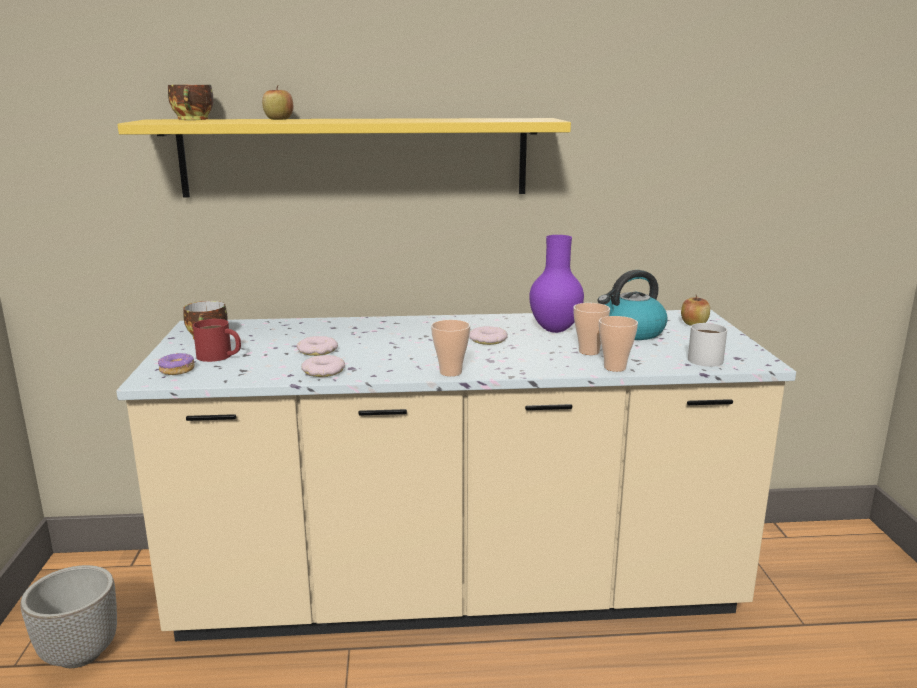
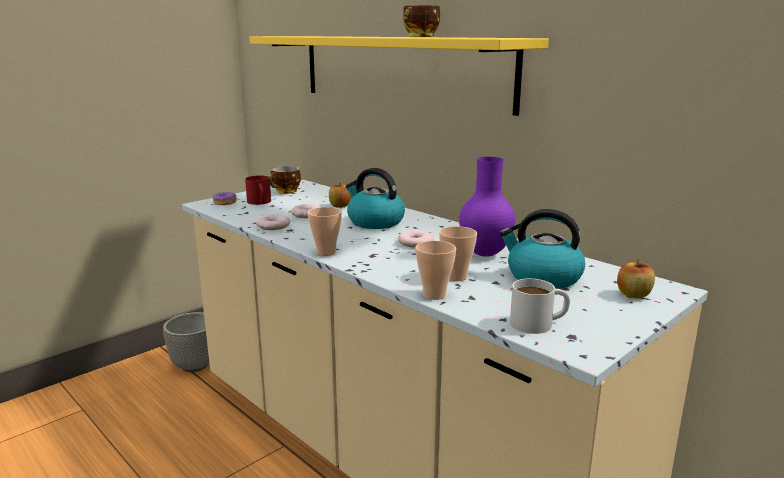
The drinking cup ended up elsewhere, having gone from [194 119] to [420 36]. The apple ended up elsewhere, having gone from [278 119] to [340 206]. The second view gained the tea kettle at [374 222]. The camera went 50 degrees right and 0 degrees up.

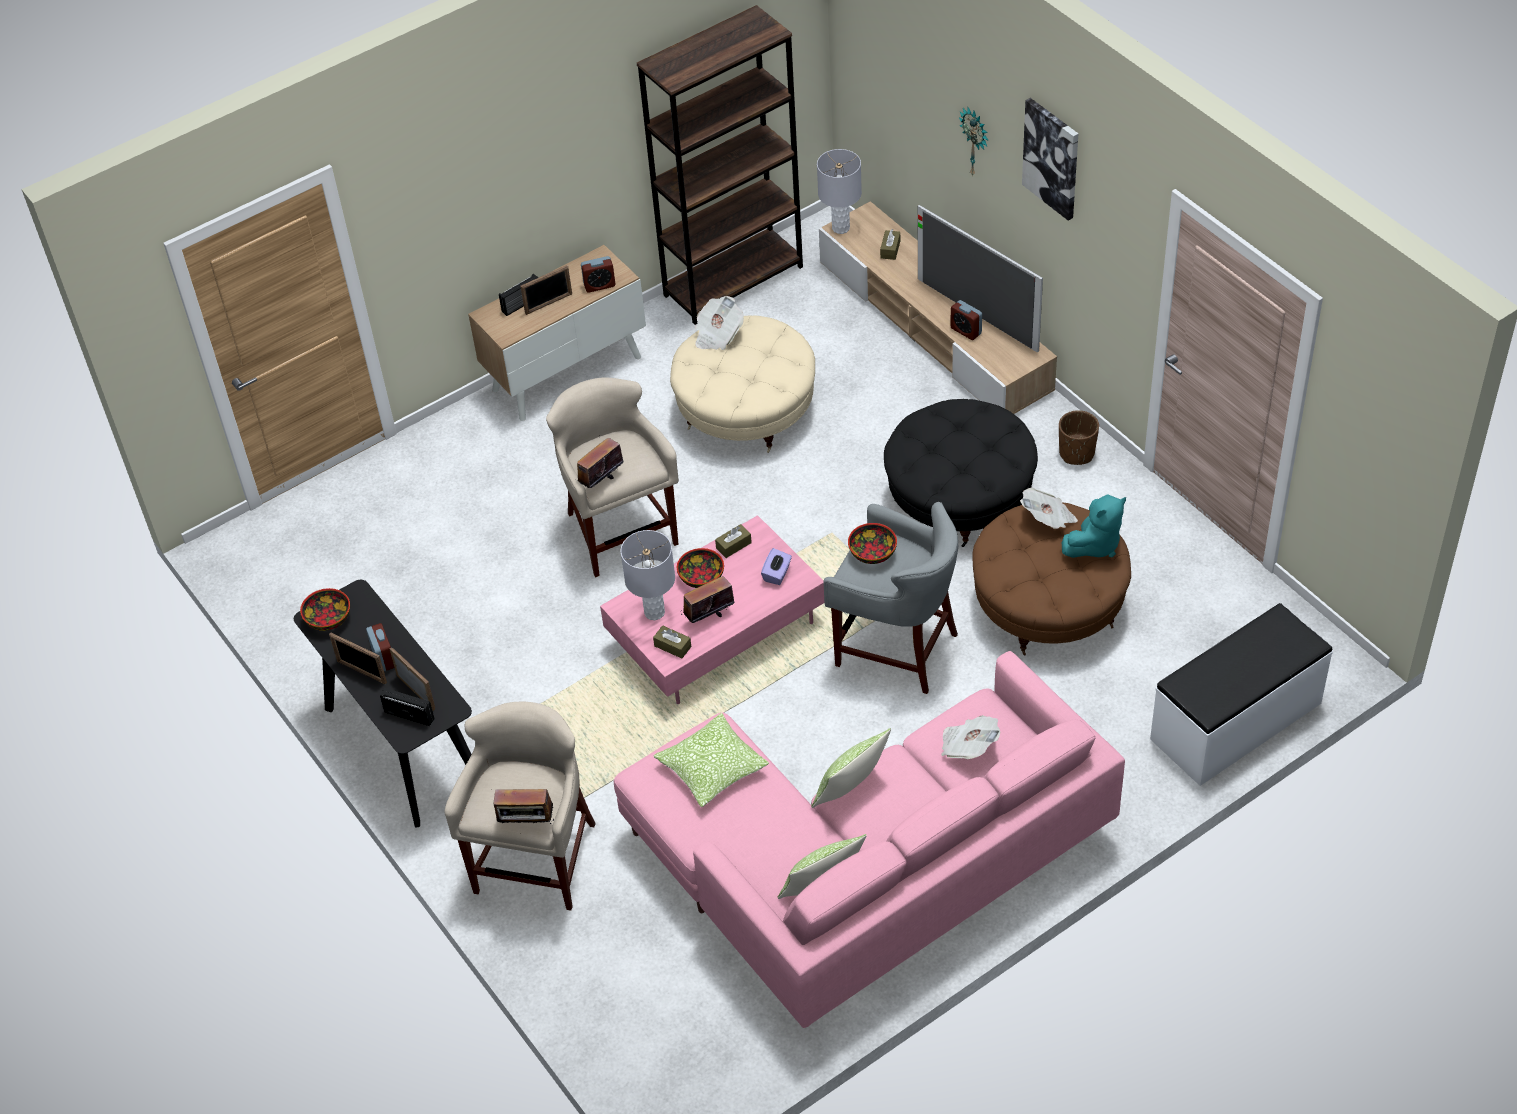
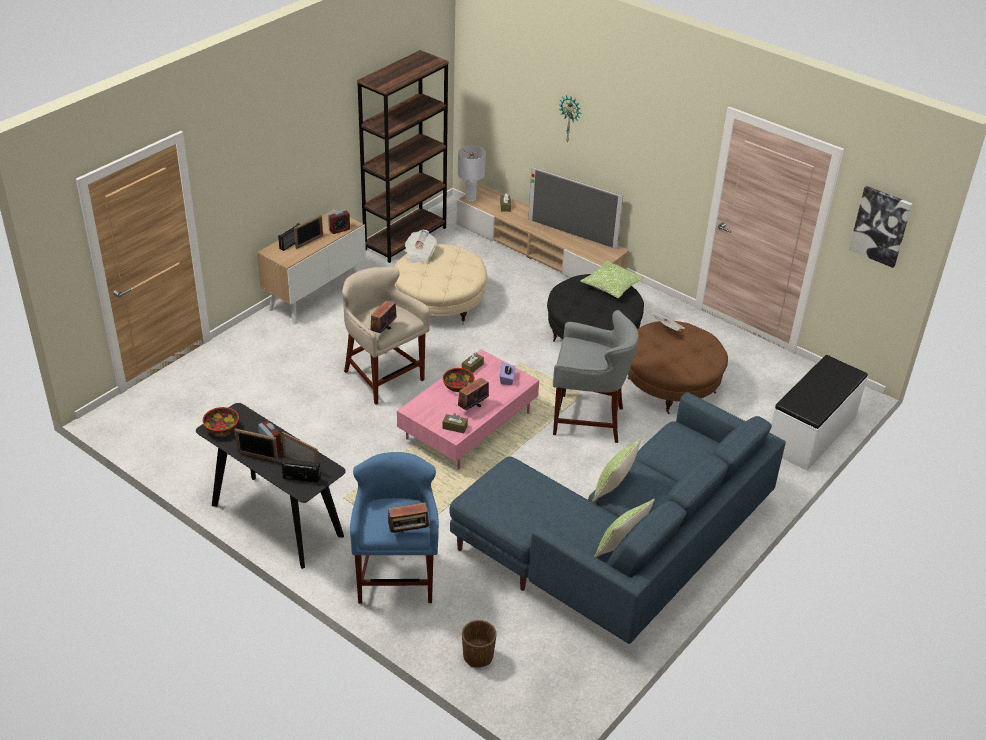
What was the sand-coloured stool at [537 861] turned into the bluish stool at [396 576]. What was the pink sofa at [865 872] turned into the bluish sofa at [621 549]. The second view lost the greyish tabletop lamp at [654 612]. The cushion ended up elsewhere, having gone from [712 768] to [611 286]. The second view lost the bowl at [873 552]. The second view lost the daily paper at [968 746]. The second view lost the bedside clock at [966 331]. The wall picture ended up elsewhere, having gone from [1052 158] to [880 226]. The brown-coloured flower pot ended up elsewhere, having gone from [1076 453] to [478 656]. The second view lost the turquoise-coloured plush toy at [1095 544]. The camera went 20 degrees left and 10 degrees down.

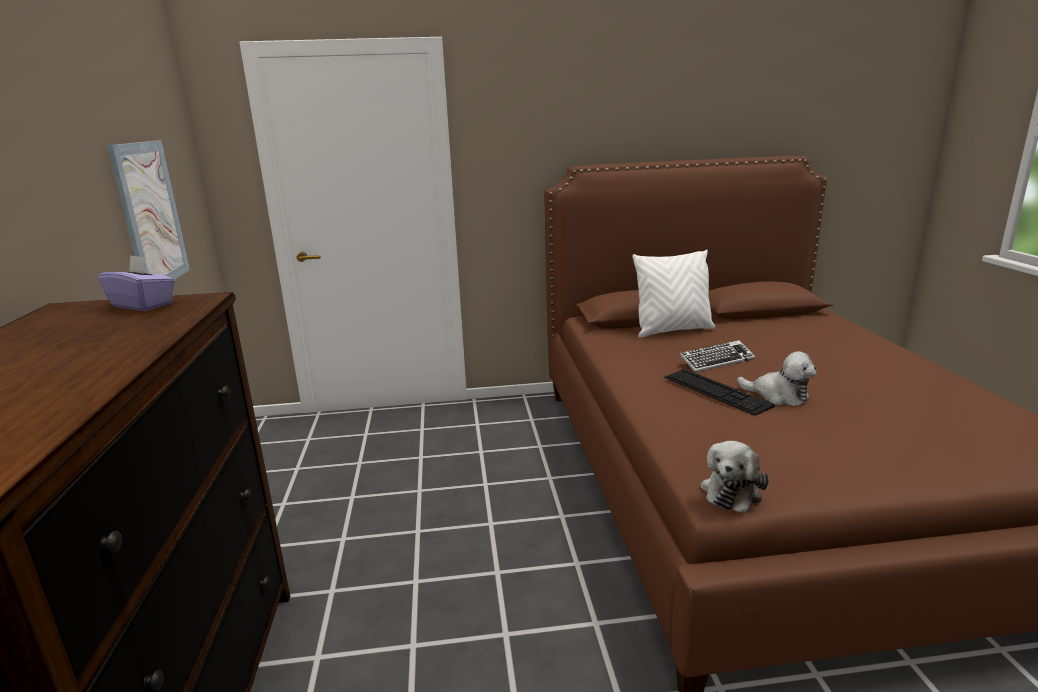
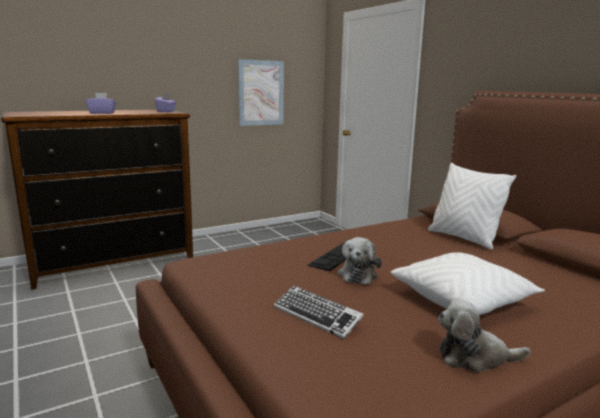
The PC keyboard ended up elsewhere, having gone from [716 361] to [317 316]. The plush toy ended up elsewhere, having gone from [732 491] to [474 357]. The second view gained the purple tissue box at [102 113]. The second view gained the white-coloured cushion at [462 299]. The camera went 65 degrees right and 5 degrees down.

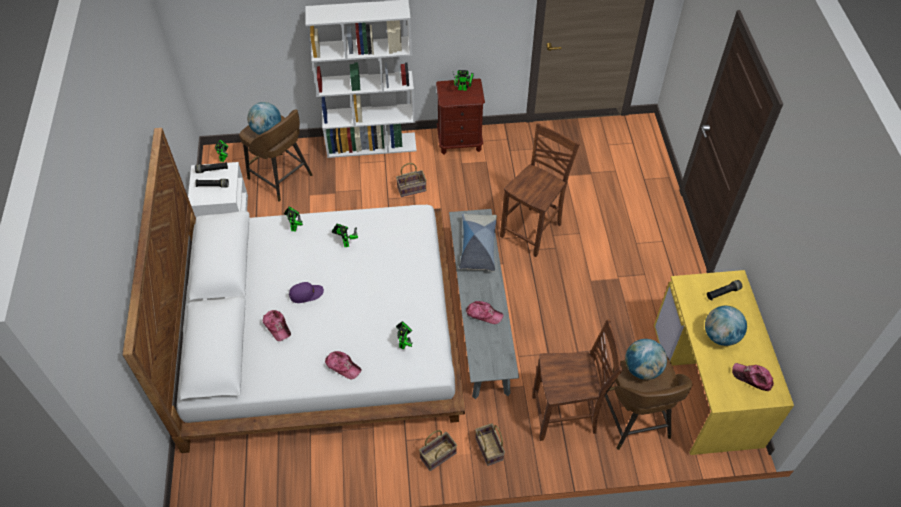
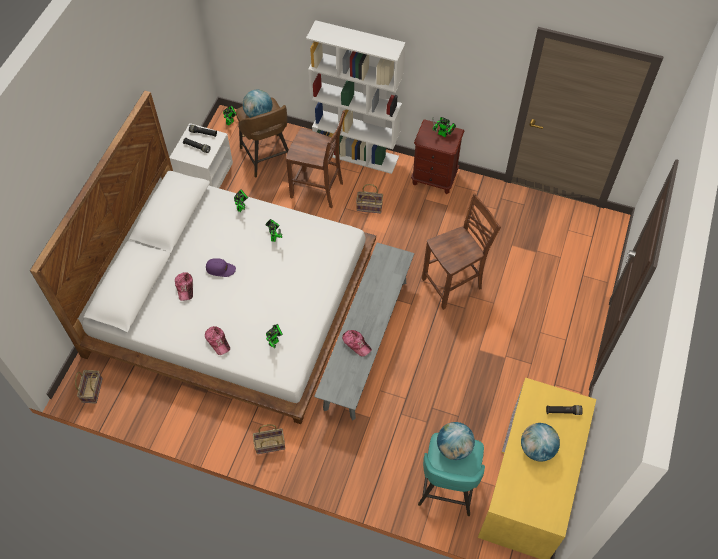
The second view lost the cushion at [477 246]. The household basket ended up elsewhere, having gone from [488 448] to [92 389]. The brown-coloured upright chair ended up elsewhere, having gone from [566 416] to [318 190]. What was the brown-coloured stool at [635 420] turned into the turquoise-coloured stool at [447 488]. The second view lost the peaked cap at [752 378]. The camera went 25 degrees right and 5 degrees up.

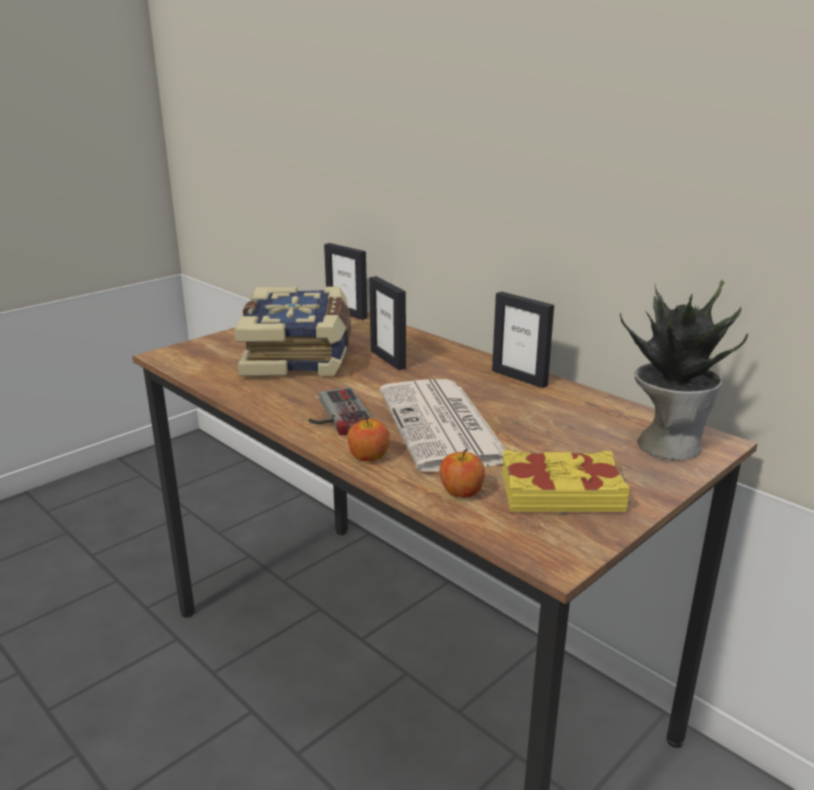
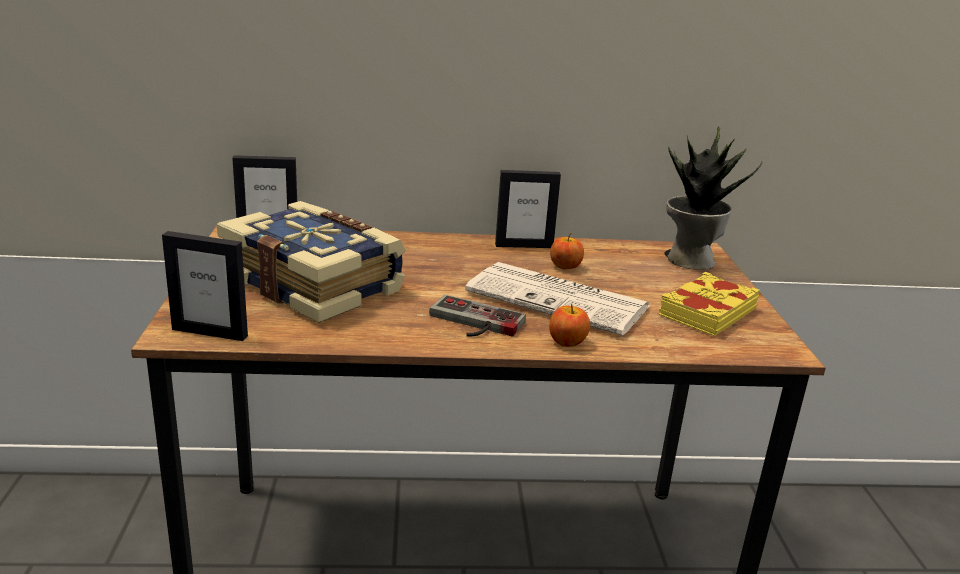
The standing frame ended up elsewhere, having gone from [388 359] to [210 332]. The apple ended up elsewhere, having gone from [461 492] to [565 267]. The camera went 50 degrees left and 0 degrees up.

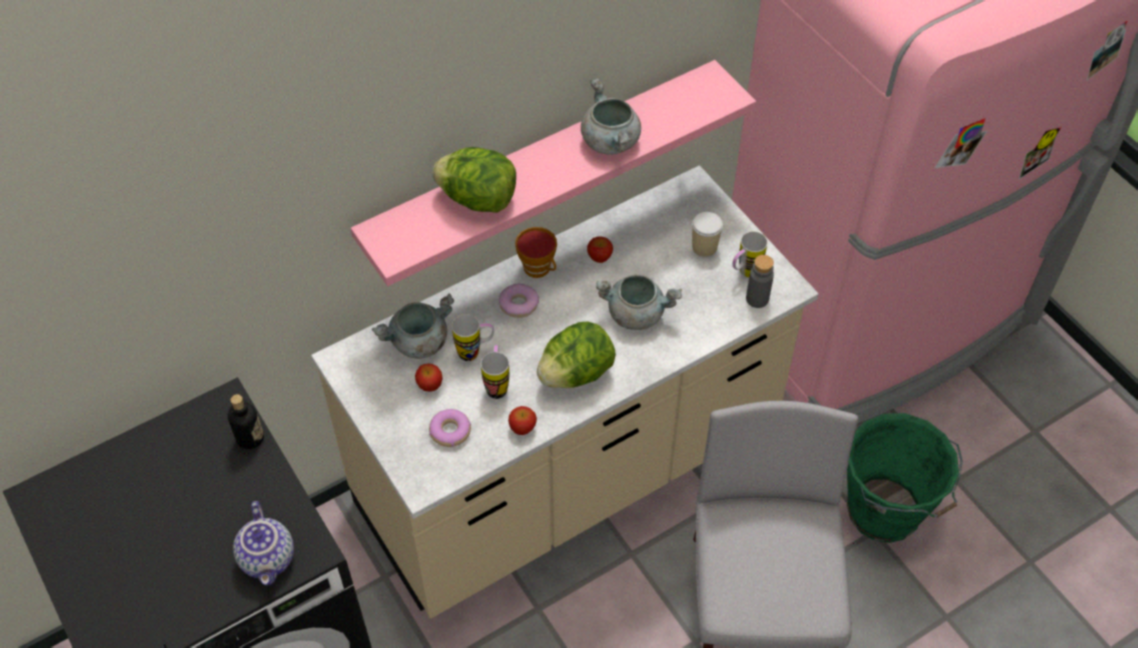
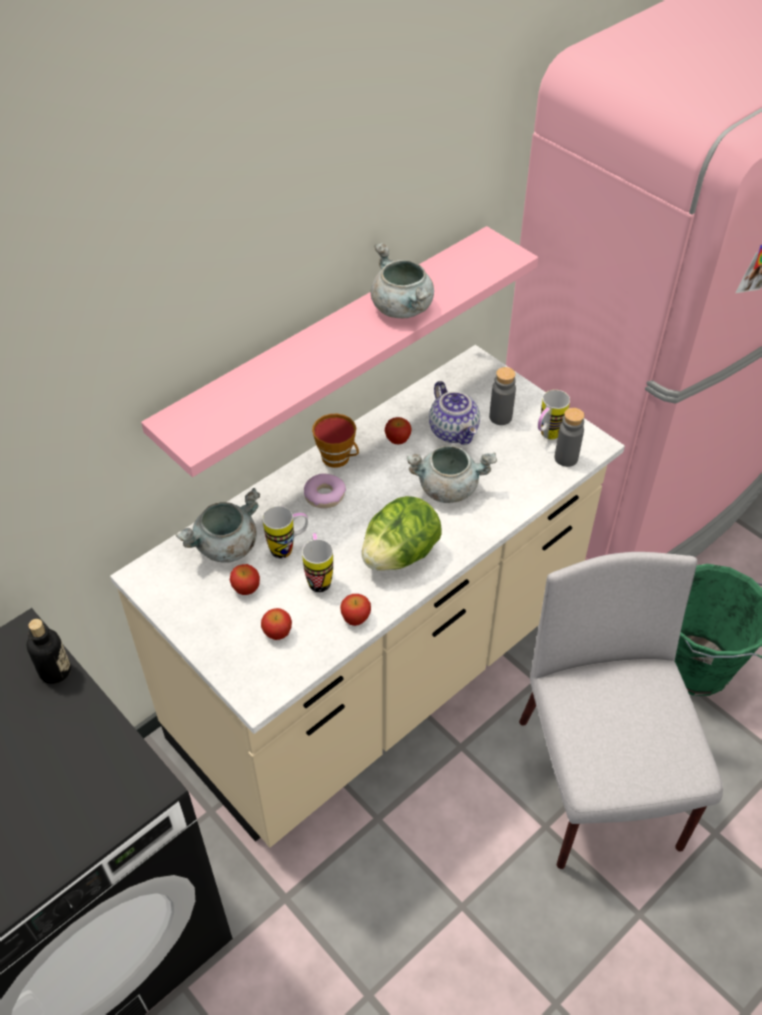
The teapot ended up elsewhere, having gone from [269 559] to [455 431]. Where the ring doughnut stood at [450 431], the apple came to stand at [277 633]. The second view lost the lettuce at [478 199]. Where the drinking cup stood at [704 247], the greyish drink bottle came to stand at [500 417]. The camera went 10 degrees left and 5 degrees down.

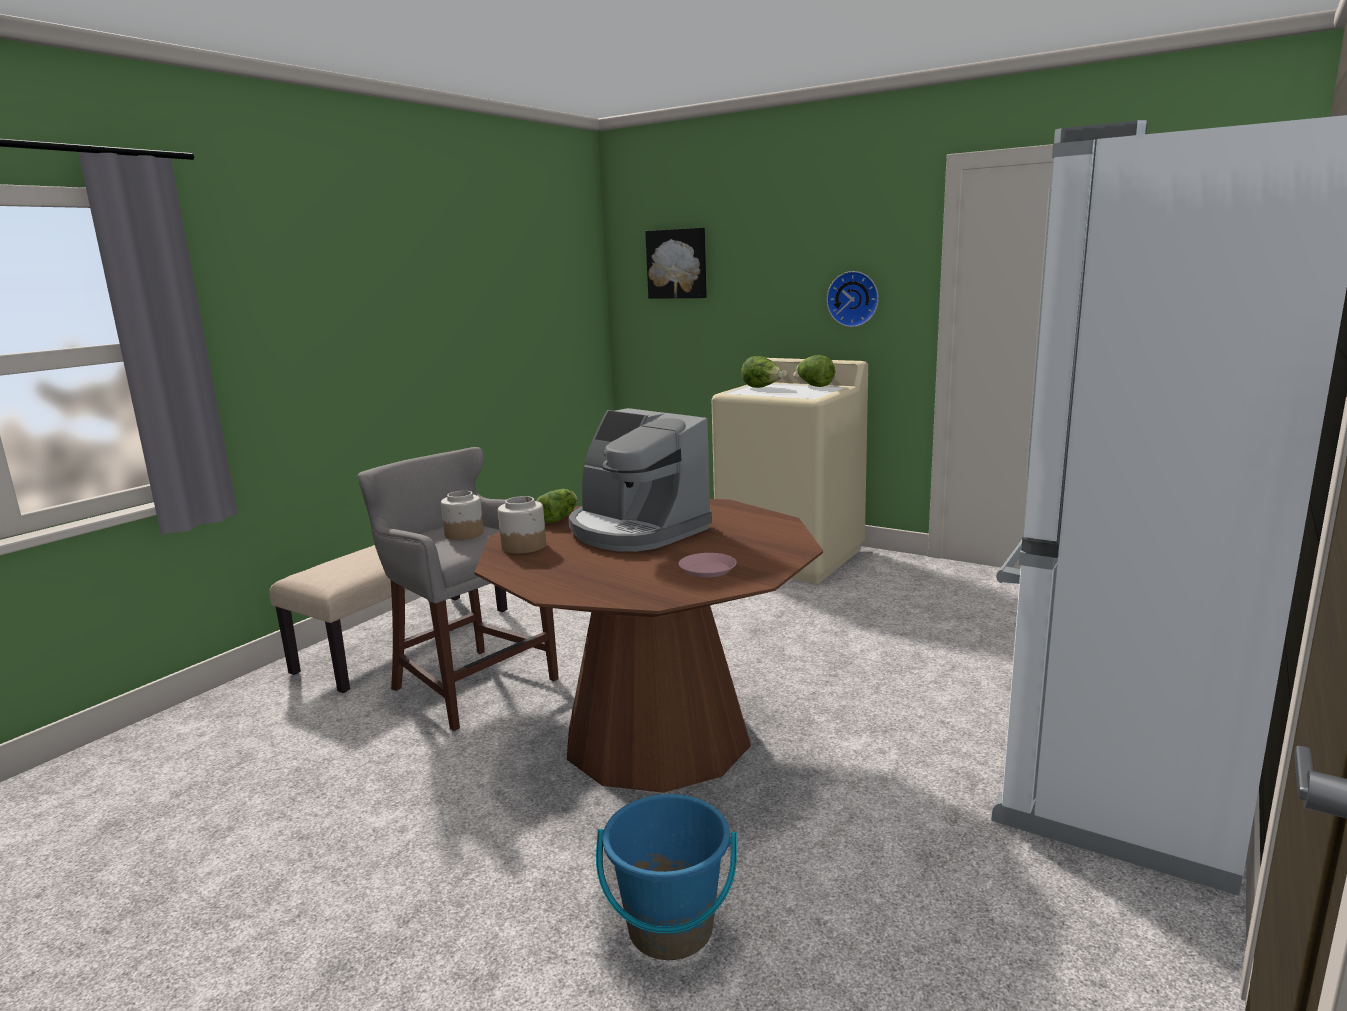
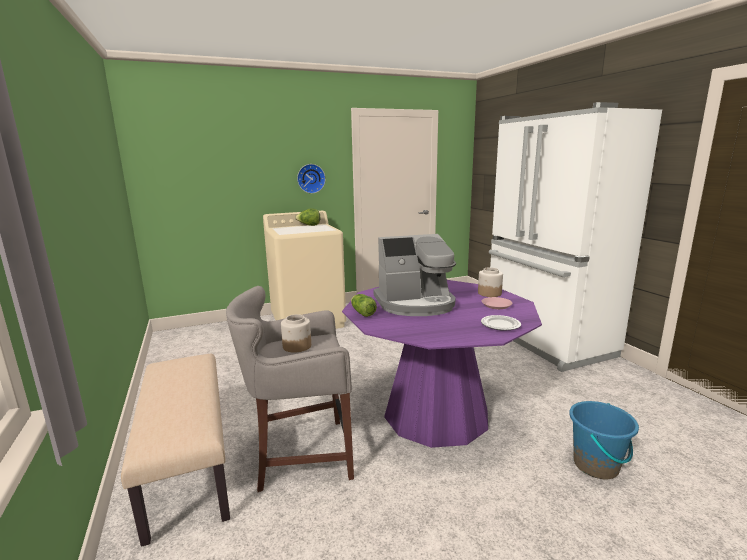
What was the brown-coloured dining table at [657 736] turned into the purple dining table at [436 413]. The storage jar ended up elsewhere, having gone from [524 546] to [489 293]. The second view lost the wall picture at [677 264]. The second view lost the lettuce at [762 388]. The second view gained the plate at [500 325]. The camera went 55 degrees left and 0 degrees up.

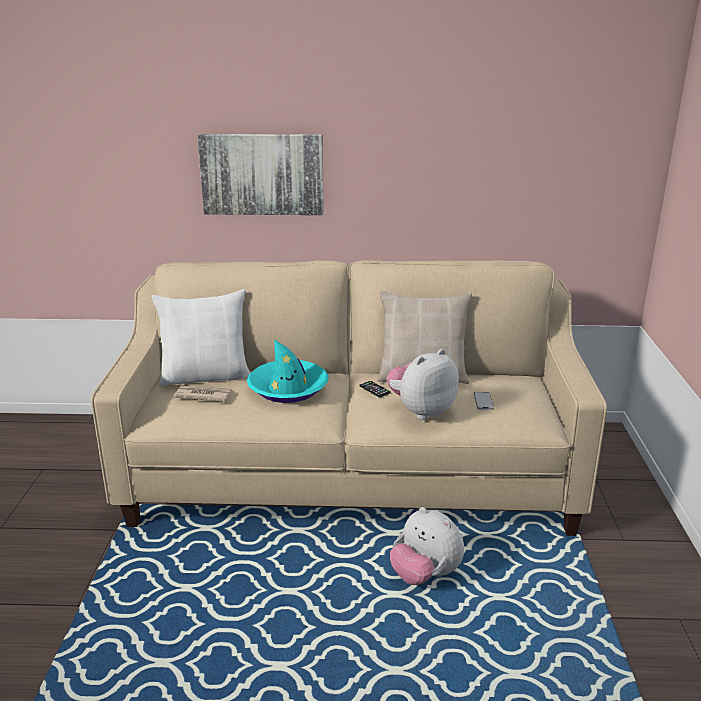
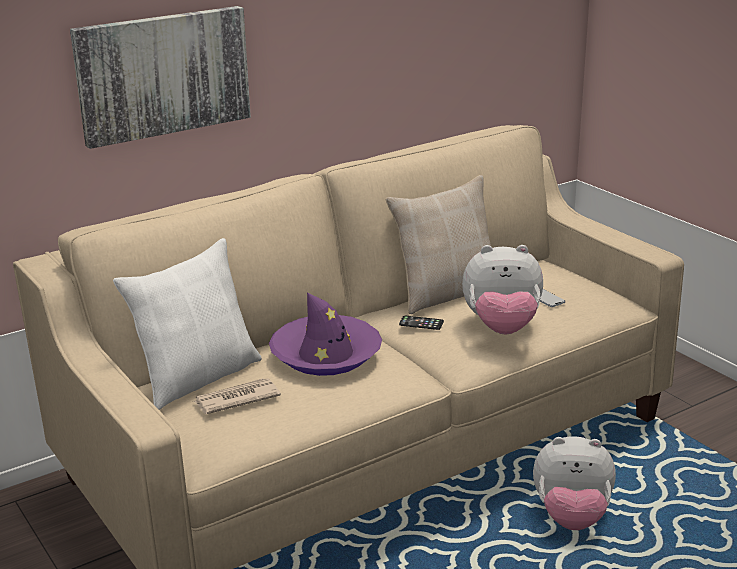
What was the turquoise-coloured hat at [288 388] turned into the purple hat at [326 355]. The plush toy at [421 411] ended up facing another way, 105 degrees counterclockwise from before. The camera went 35 degrees left and 0 degrees up.

